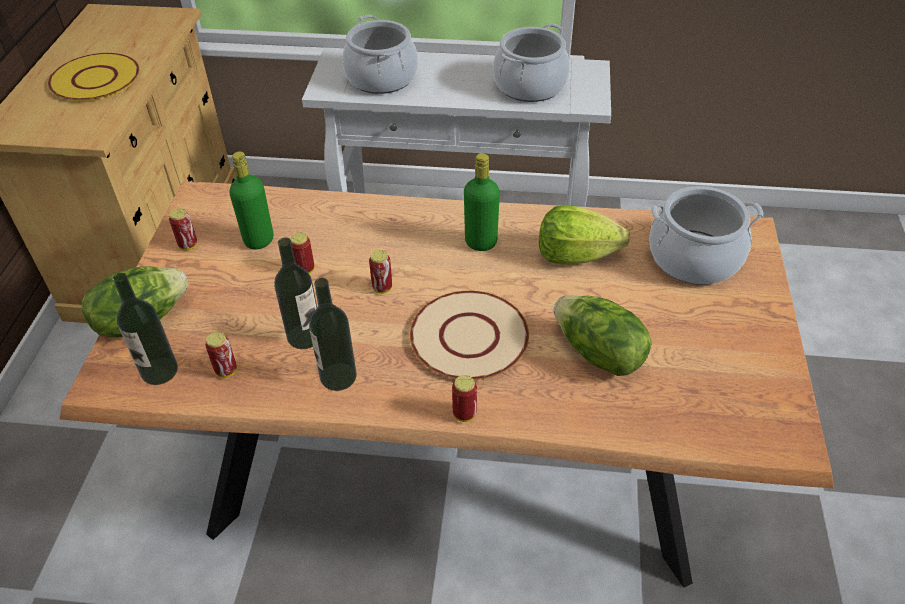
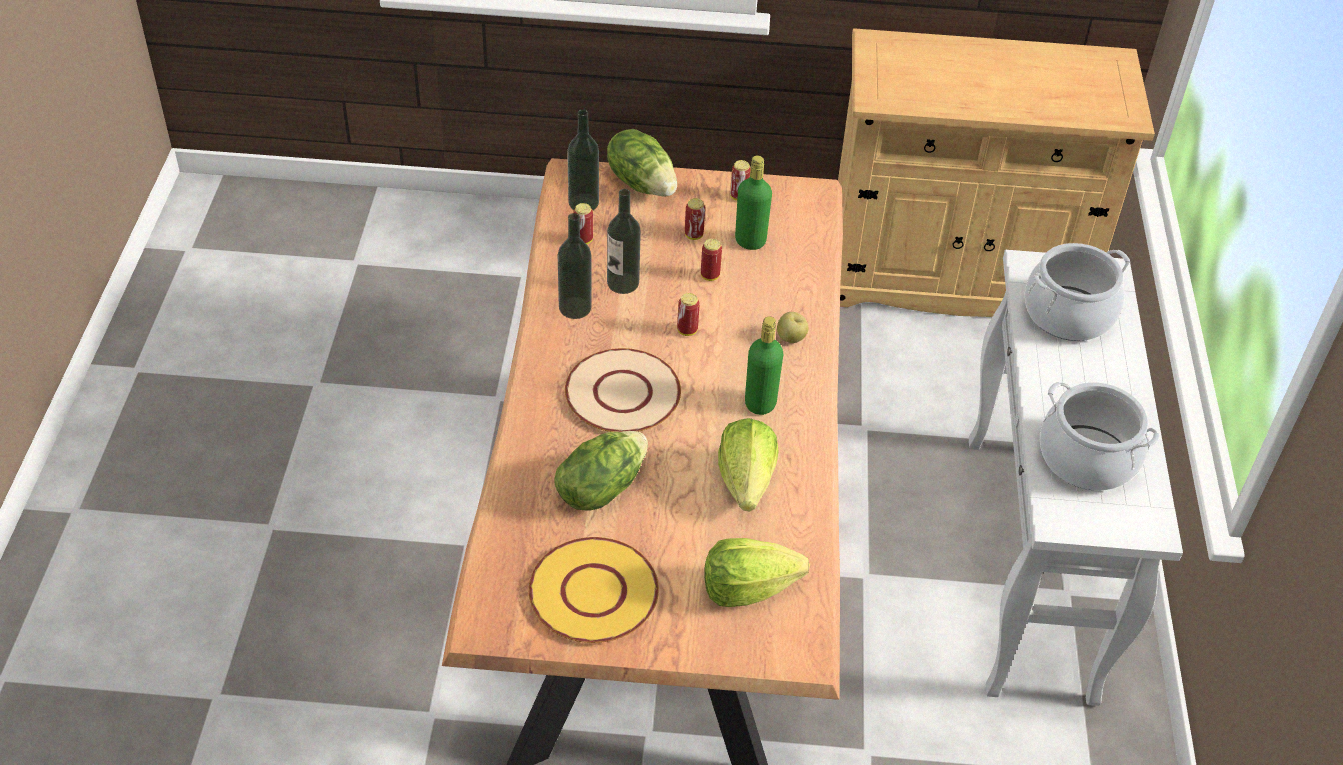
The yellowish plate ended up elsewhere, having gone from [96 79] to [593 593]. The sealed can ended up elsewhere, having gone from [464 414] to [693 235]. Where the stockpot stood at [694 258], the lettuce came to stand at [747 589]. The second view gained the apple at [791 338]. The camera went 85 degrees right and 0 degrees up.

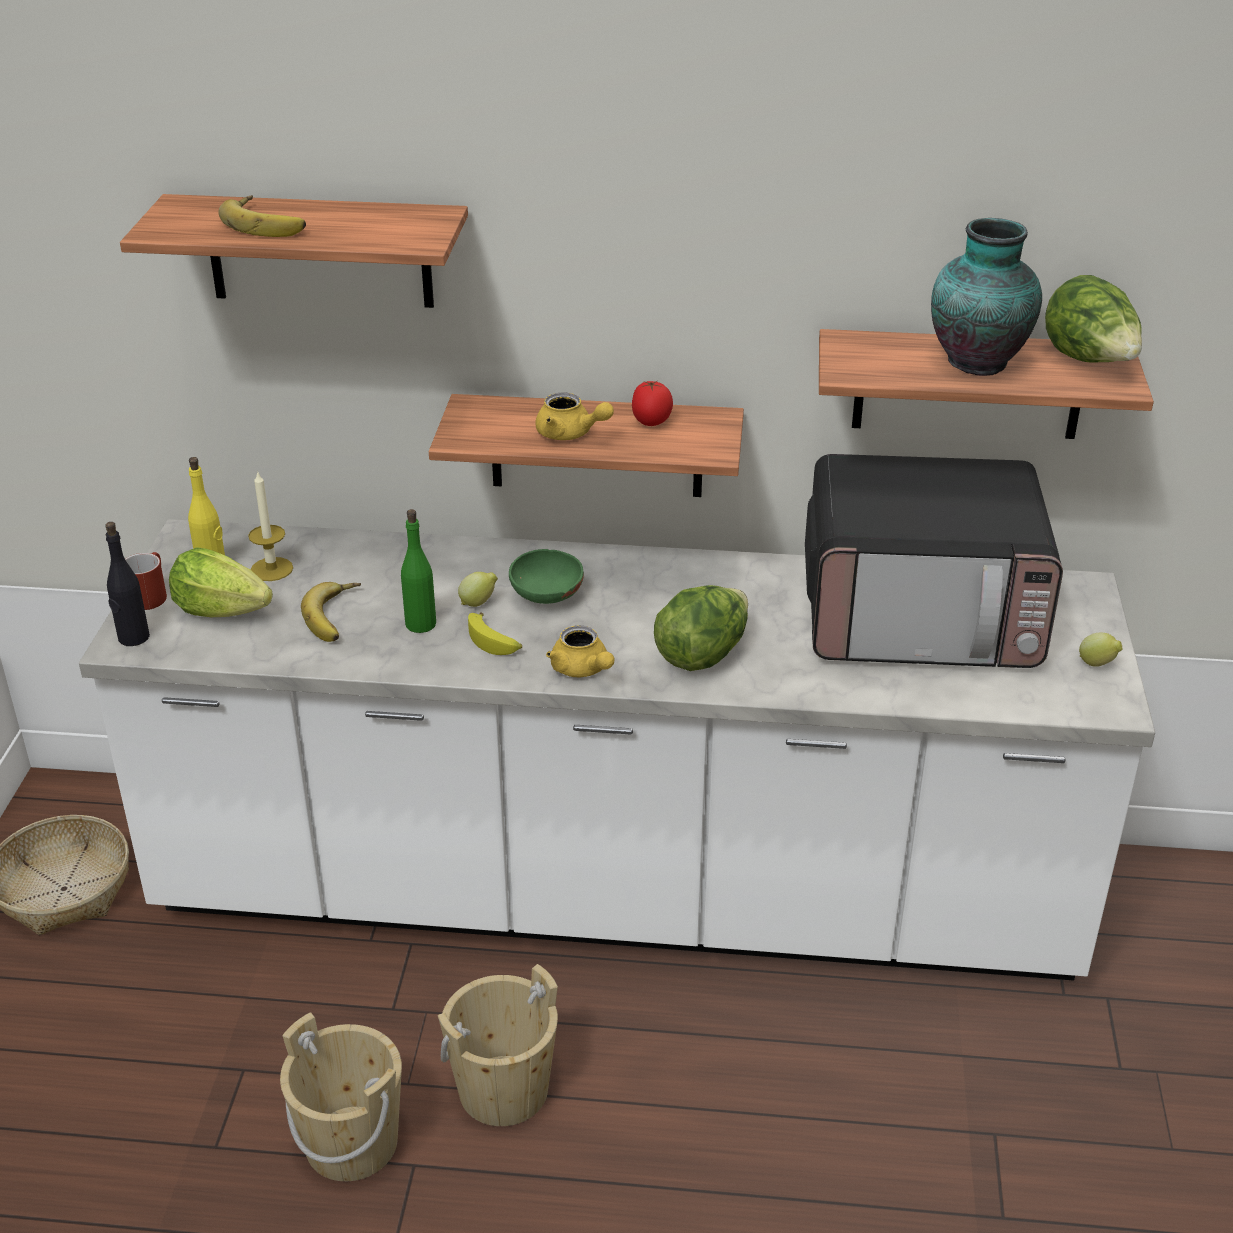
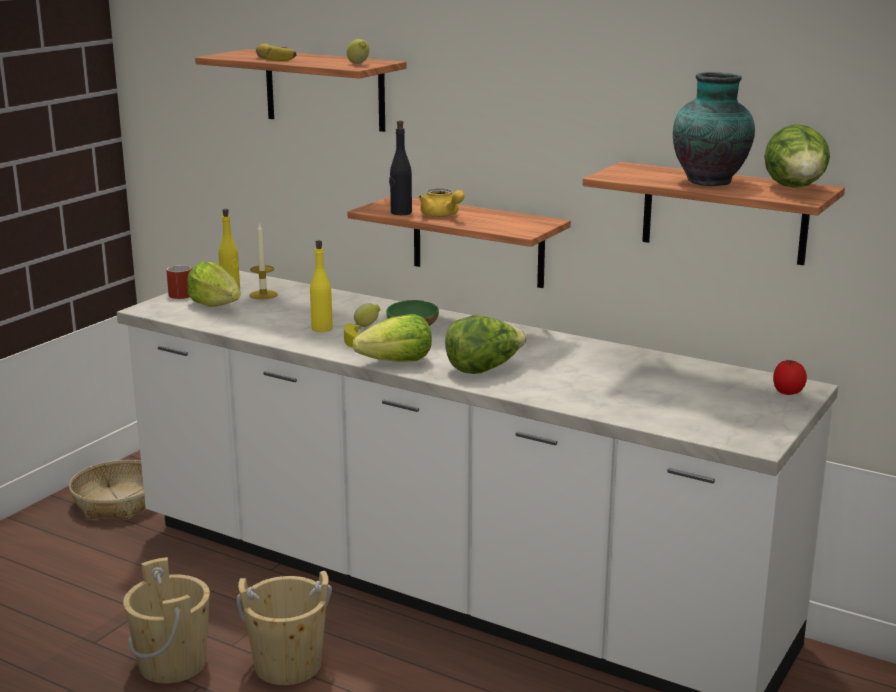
The black drink bottle ended up elsewhere, having gone from [133 637] to [400 213]. The second view lost the whole banana at [337 616]. What was the green-coloured drink bottle at [420 624] turned into the yellowish drink bottle at [322 328]. Where the yellowish teapot stood at [582 670], the lettuce came to stand at [397 362]. The tomato ended up elsewhere, having gone from [651 423] to [787 393]. The second view lost the kitchen microwave at [922 616]. The citrus fruit ended up elsewhere, having gone from [1097 664] to [358 64]. The camera went 25 degrees right and 15 degrees down.

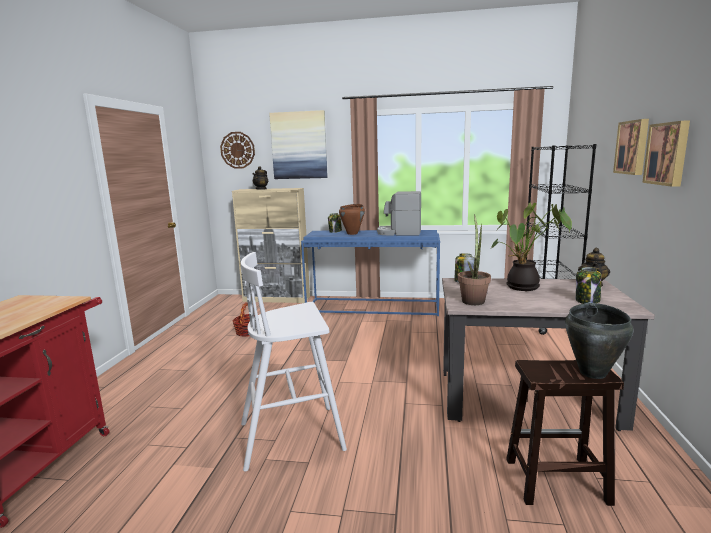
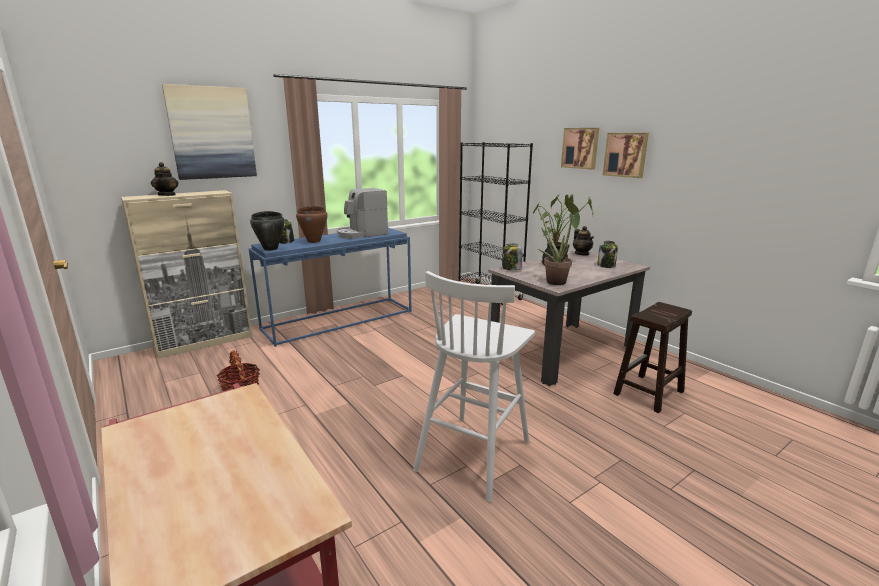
The second view lost the hanging clock at [237 150]. The black stockpot ended up elsewhere, having gone from [593 373] to [271 249]. The camera went 45 degrees left and 5 degrees up.

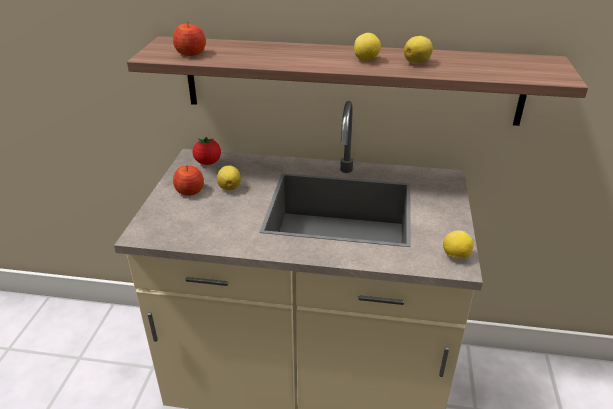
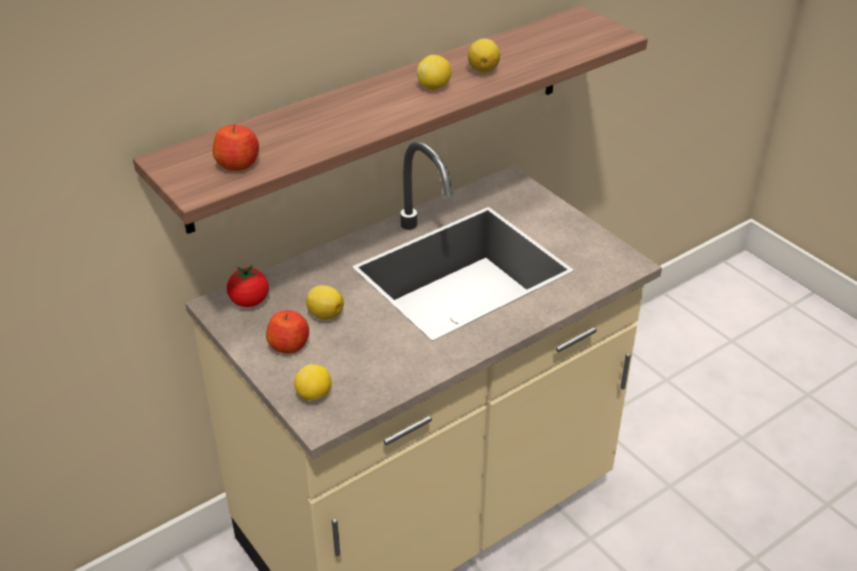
The citrus fruit ended up elsewhere, having gone from [455 256] to [314 396]. The camera went 45 degrees left and 5 degrees up.

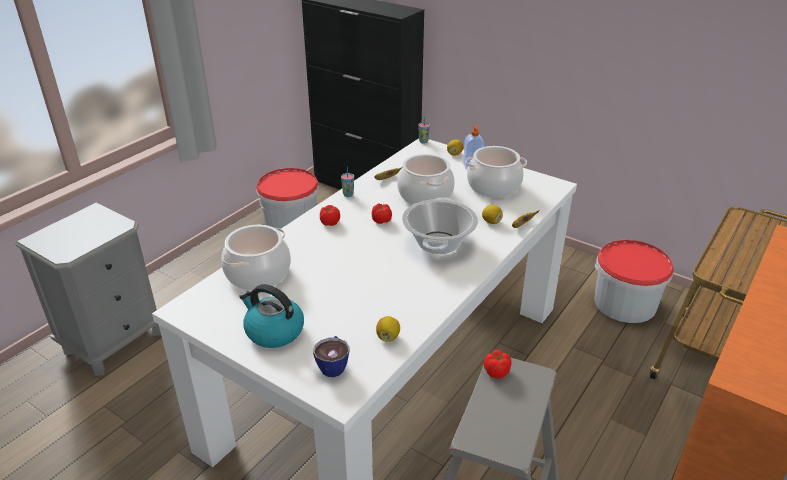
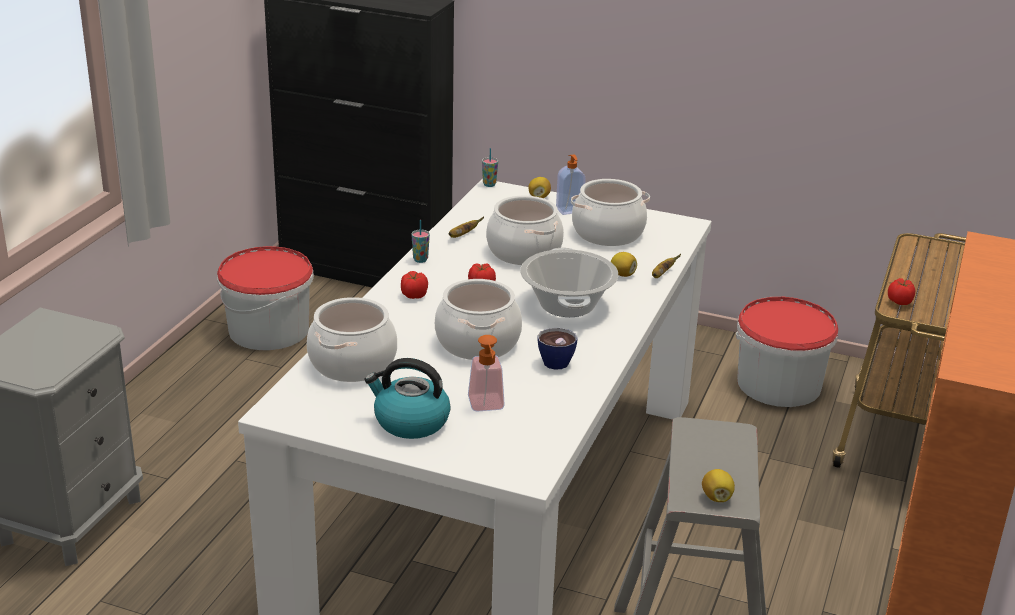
The drinking cup ended up elsewhere, having gone from [333 365] to [554 359]. The citrus fruit ended up elsewhere, having gone from [388 337] to [716 497]. The tomato ended up elsewhere, having gone from [497 372] to [900 301]. The second view gained the stockpot at [478 343]. The second view gained the soap dispenser at [487 407]. The camera went 15 degrees left and 5 degrees down.

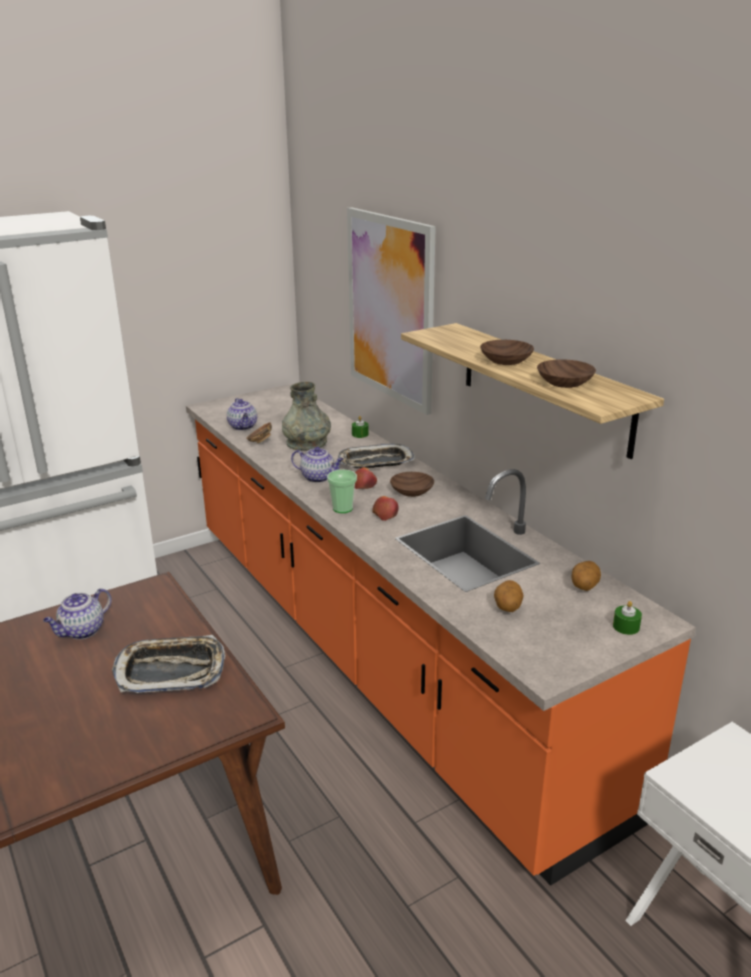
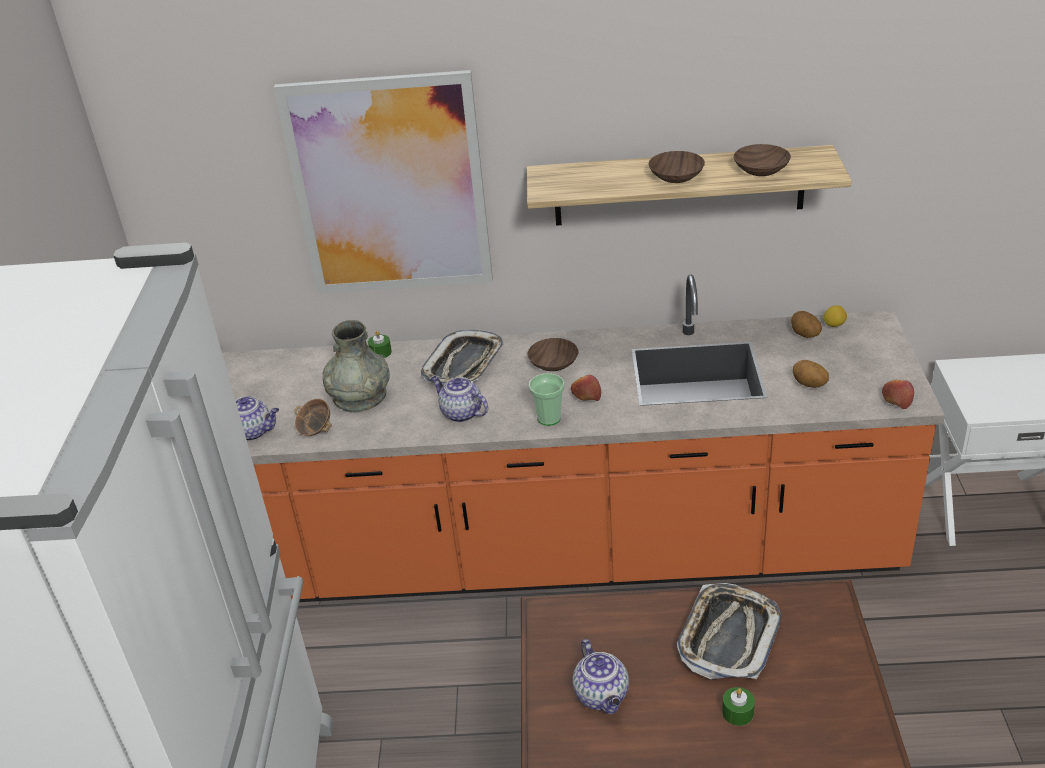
The teapot at [319 478] ended up facing another way, 105 degrees counterclockwise from before. The apple ended up elsewhere, having gone from [364 484] to [897 399]. The green-coloured wax light ended up elsewhere, having gone from [626 627] to [737 712]. The second view gained the citrus fruit at [834 325]. The camera went 55 degrees left and 10 degrees up.

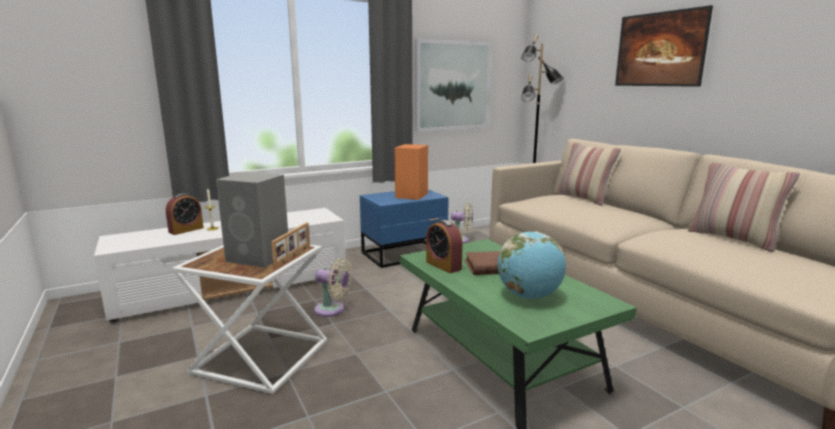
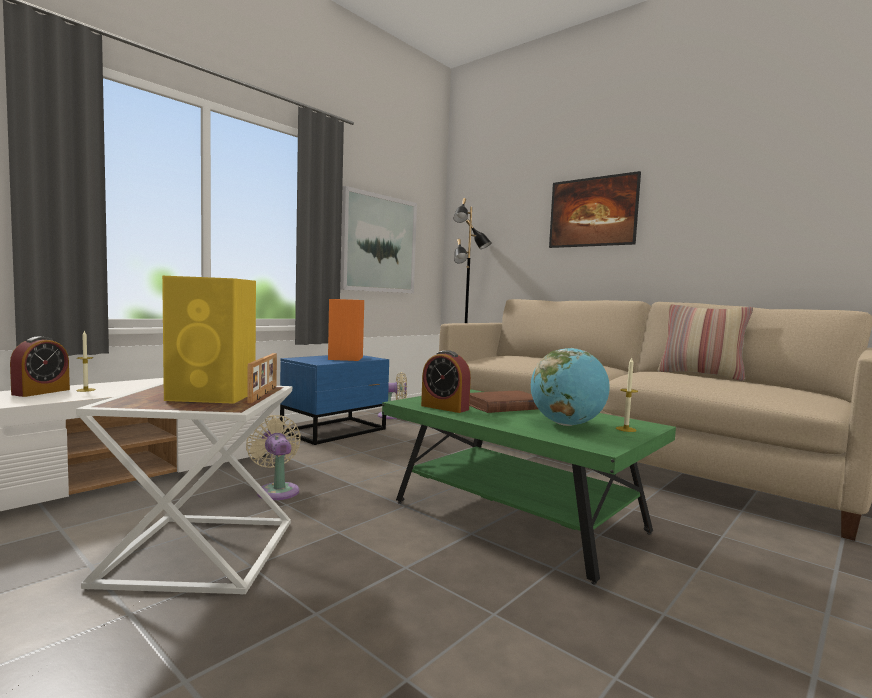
What was the greyish loudspeaker at [259 257] turned into the yellowish loudspeaker at [214 396]. The sand-coloured electric fan at [332 310] ended up facing another way, 120 degrees counterclockwise from before. The second view lost the cushion at [583 198]. The second view gained the wax light at [626 429]. The camera went 20 degrees left and 10 degrees down.

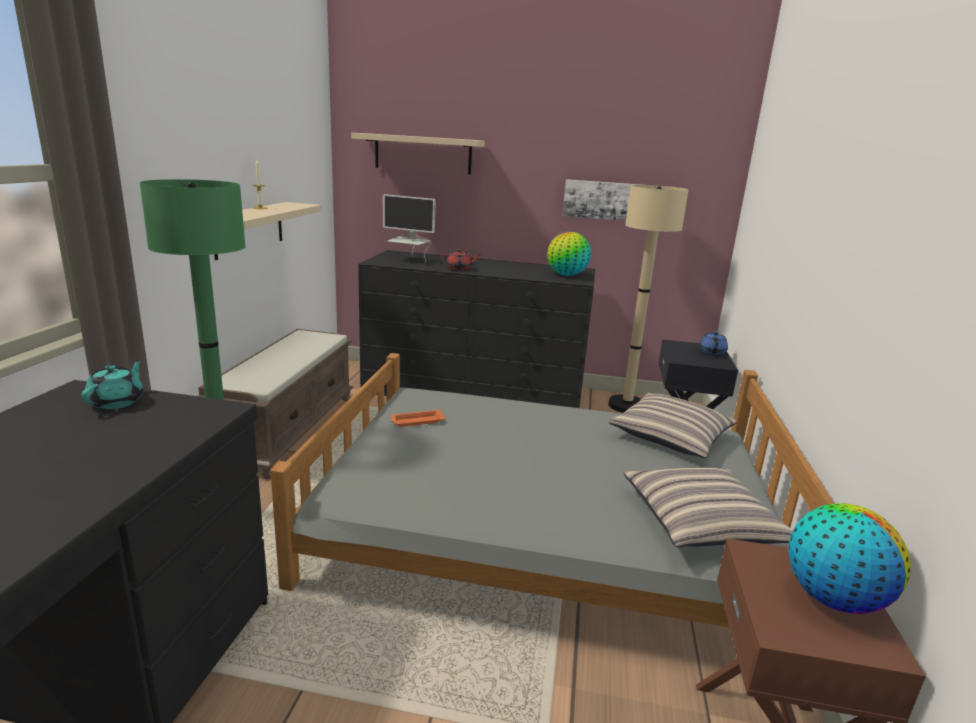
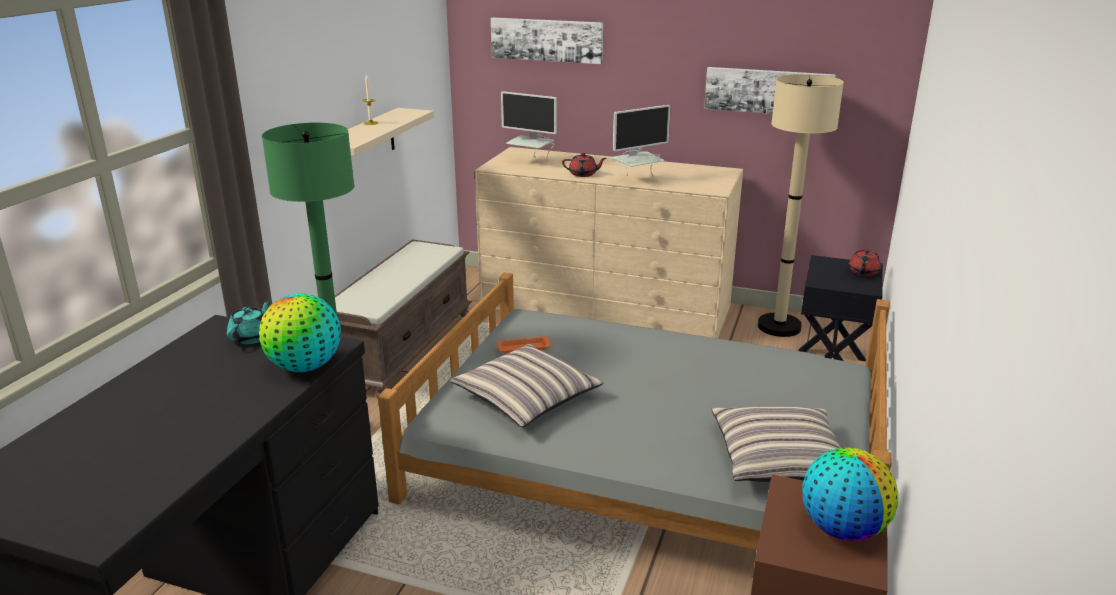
Where the sand-coloured wall shelf hung at [423 154], the wall picture came to hang at [547 40]. What was the black chest of drawers at [474 391] turned into the sand-coloured chest of drawers at [605 306]. The desk globe ended up elsewhere, having gone from [566 275] to [305 367]. The cushion ended up elsewhere, having gone from [671 436] to [526 397]. What was the bluish teapot at [712 352] turned into the reddish teapot at [863 272]. The second view gained the computer screen at [637 180]. The camera went 10 degrees right and 5 degrees up.

